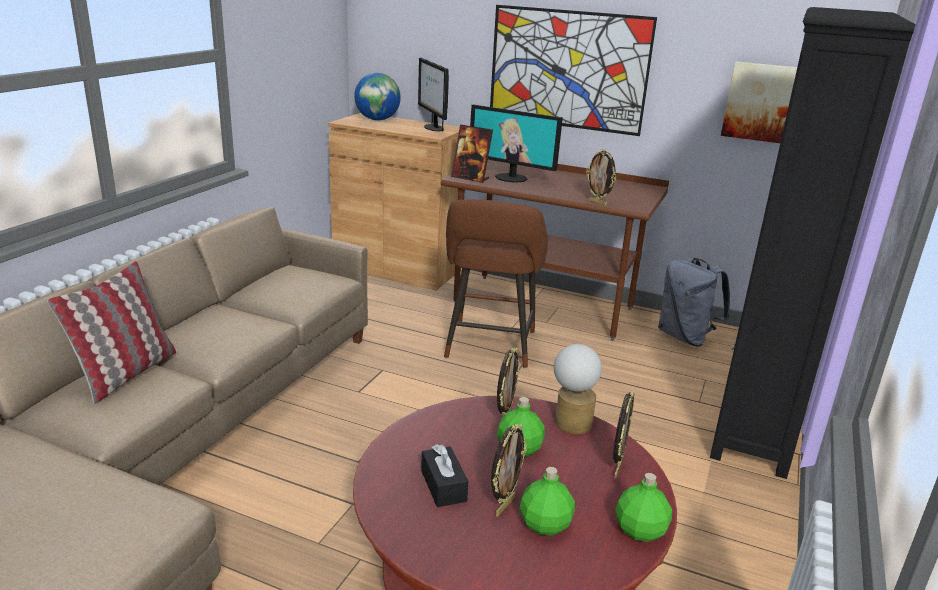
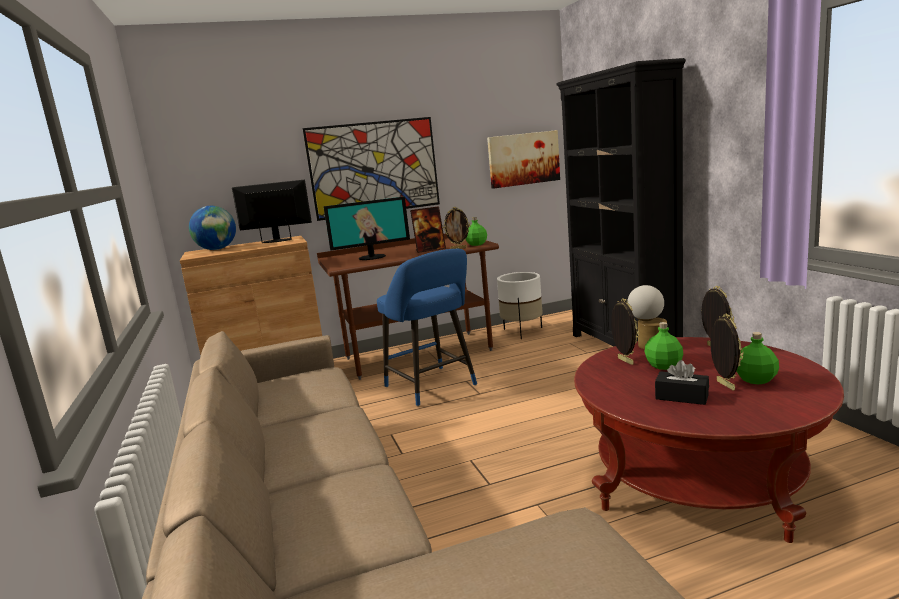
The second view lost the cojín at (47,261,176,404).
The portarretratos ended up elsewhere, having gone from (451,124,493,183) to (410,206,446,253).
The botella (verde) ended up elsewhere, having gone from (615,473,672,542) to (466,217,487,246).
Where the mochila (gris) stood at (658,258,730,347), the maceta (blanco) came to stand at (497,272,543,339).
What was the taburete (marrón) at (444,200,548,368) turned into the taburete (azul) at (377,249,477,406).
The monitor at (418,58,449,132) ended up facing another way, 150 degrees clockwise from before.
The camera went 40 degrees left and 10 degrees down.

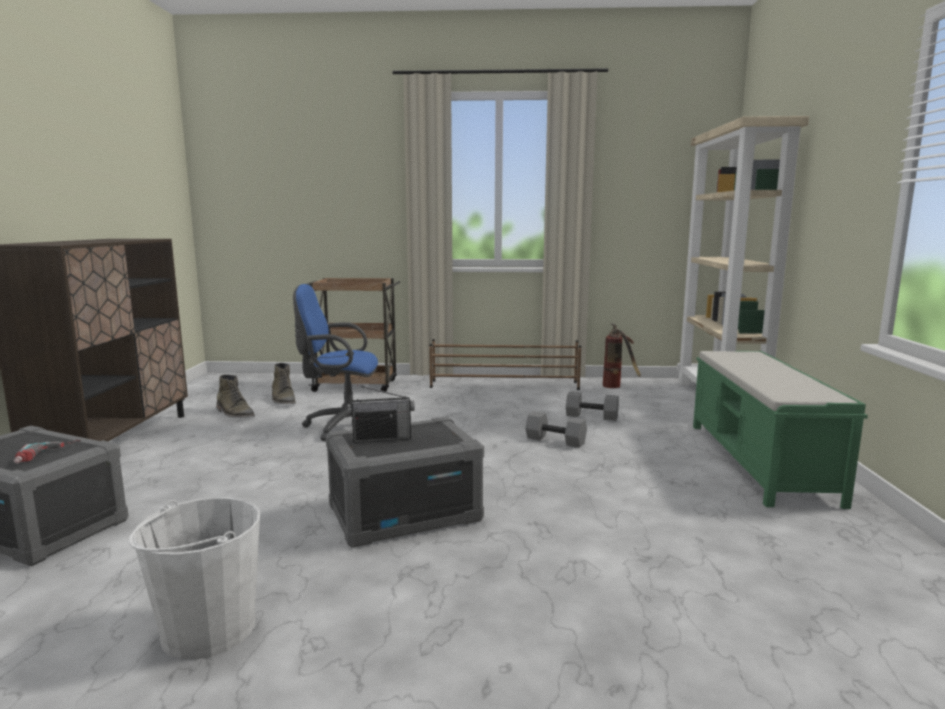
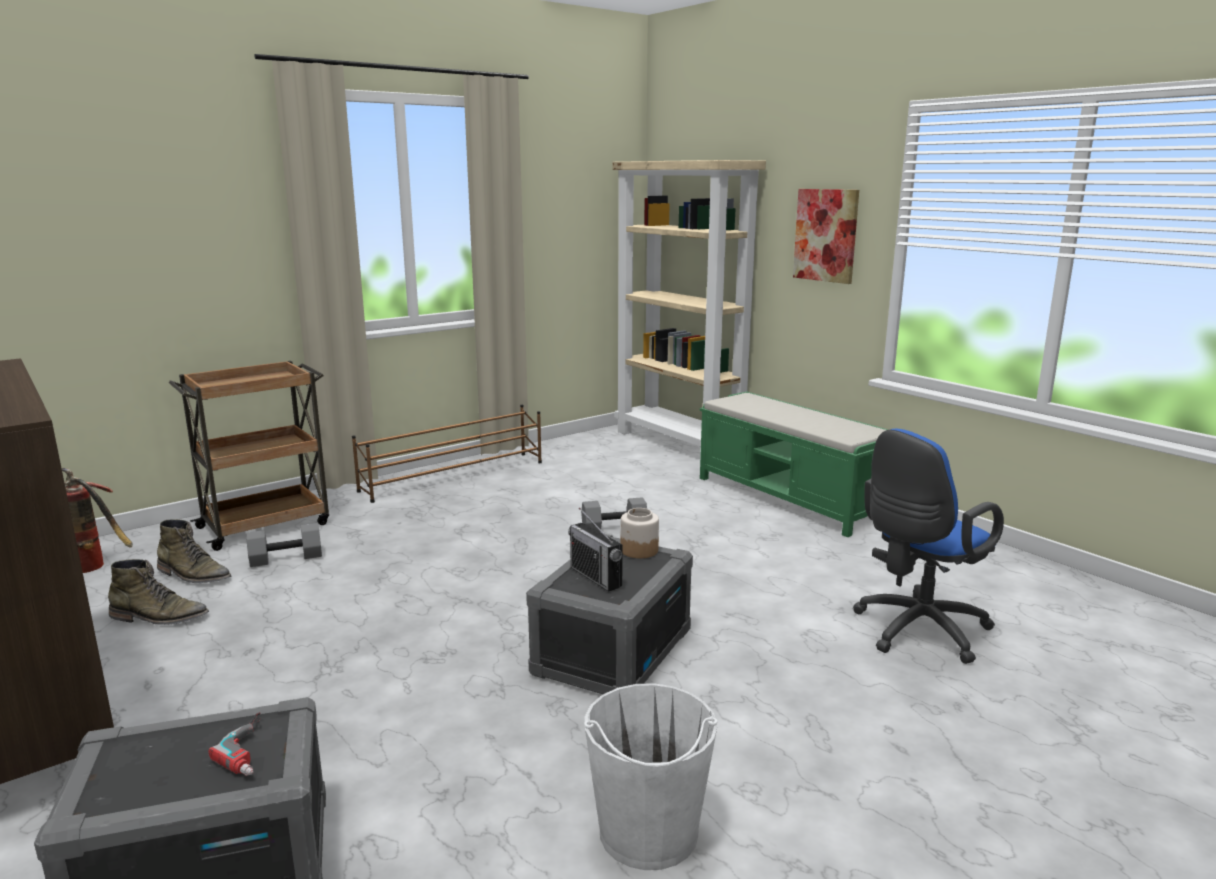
The second view gained the tarro at (621,508,659,558).
The second view gained the cuadro at (793,189,859,284).
The silla de oficina (azul) ended up elsewhere, having gone from (293,284,378,441) to (853,429,1004,664).
The mancuerna (gris) ended up elsewhere, having gone from (566,391,619,421) to (246,523,322,567).
The extintor ended up elsewhere, having gone from (603,323,641,388) to (62,468,133,573).
The radio at (347,385,415,443) ended up facing another way, 105 degrees clockwise from before.
The camera went 40 degrees left and 5 degrees up.

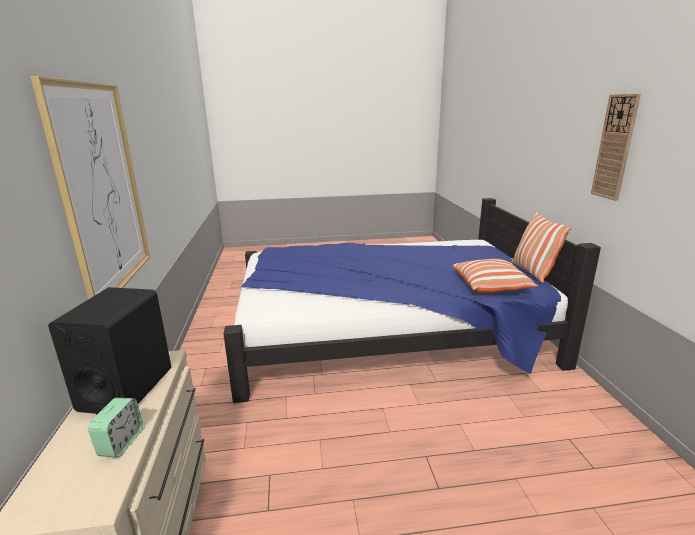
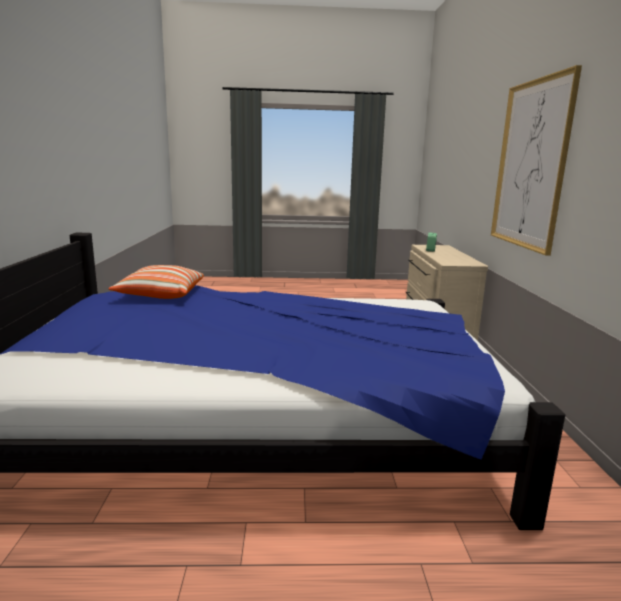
The second view lost the altavoz (negro) at (48,287,171,415).
The second view lost the cojín at (512,211,571,283).
The second view lost the reloj de pared at (591,94,641,201).
The camera went 175 degrees left and 5 degrees down.

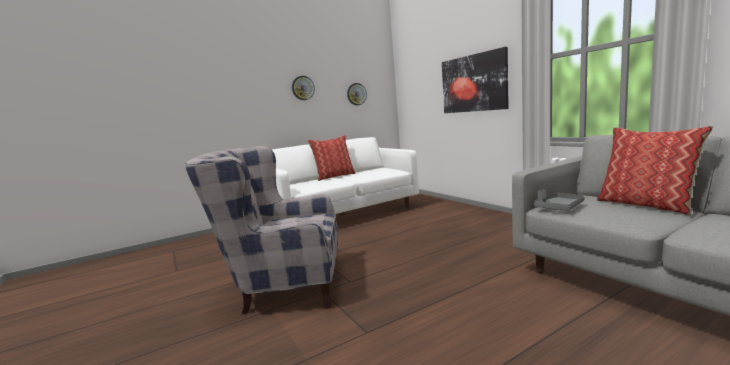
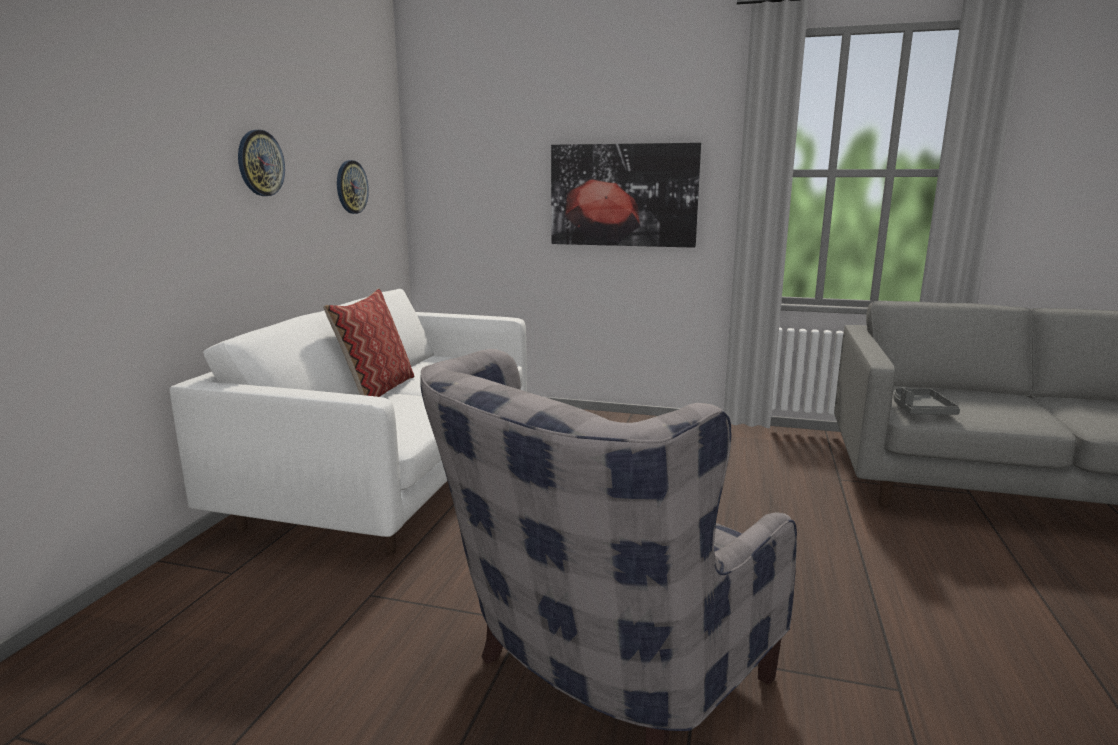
The second view lost the cojín at (597,126,714,216).
The camera went 45 degrees left and 5 degrees up.

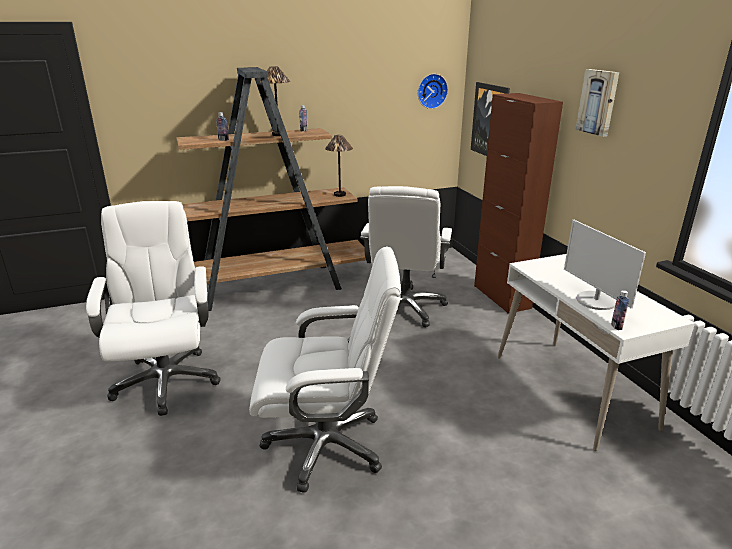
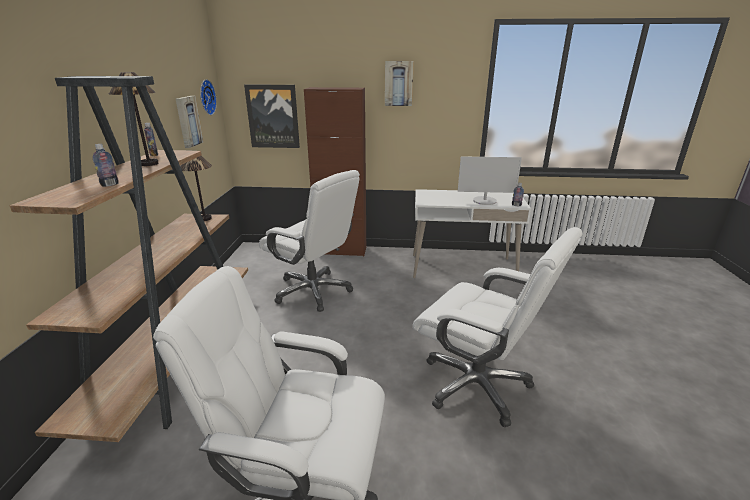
The second view gained the cuadro at (176,96,204,148).
The silla de oficina (blanco) at (249,247,401,493) ended up facing another way, 105 degrees clockwise from before.
The camera went 65 degrees left and 0 degrees up.

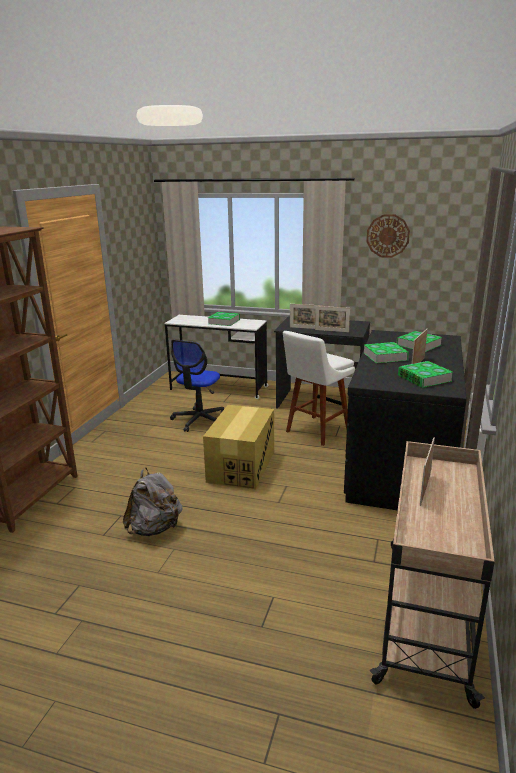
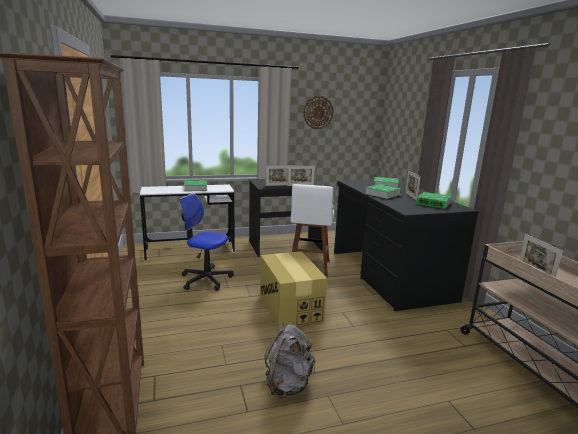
The silla de oficina at (170,340,224,432) ended up facing another way, 120 degrees clockwise from before.
The camera went 35 degrees left and 5 degrees down.

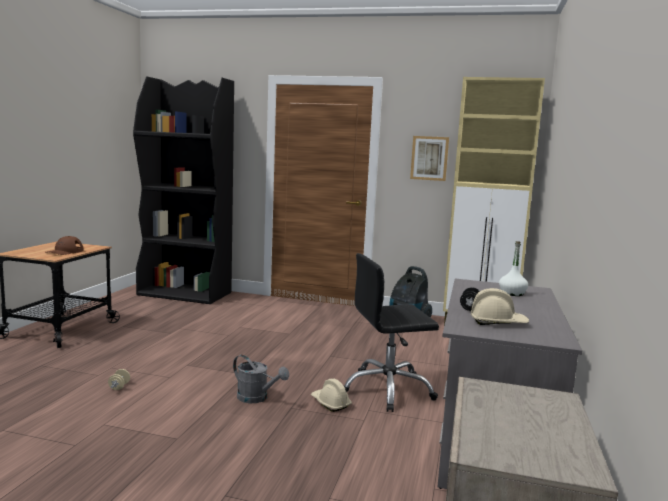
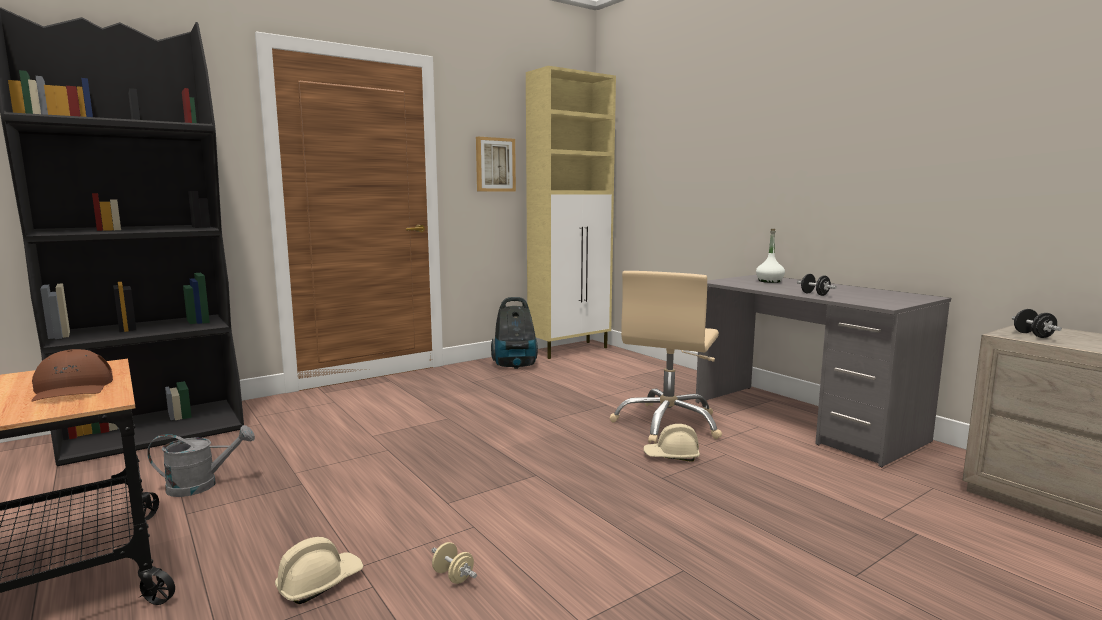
The second view gained the mancuerna (negro) at (1012,309,1062,338).
The regadera (gris) ended up elsewhere, having gone from (233,355,289,403) to (147,425,255,497).
The casco (beis) ended up elsewhere, having gone from (471,288,529,325) to (275,537,363,604).
What was the silla de oficina (negro) at (344,253,439,412) turned into the silla de oficina (beis) at (610,271,722,444).
The camera went 50 degrees left and 0 degrees up.

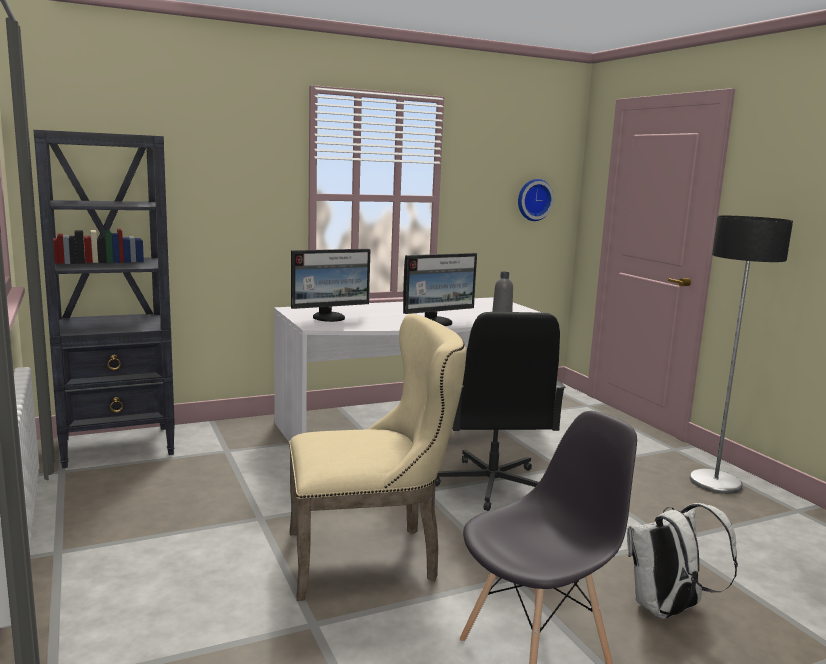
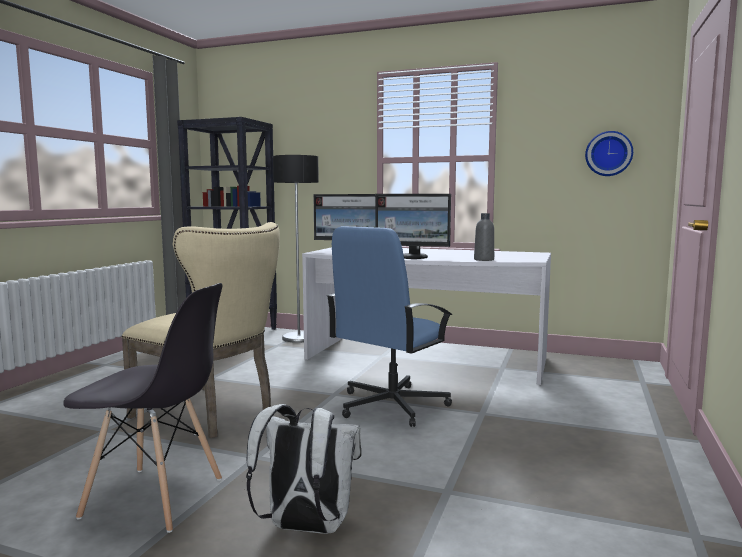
The lámpara de pie ended up elsewhere, having gone from (689,216,793,494) to (273,155,319,343).
What was the silla de oficina (negro) at (435,312,566,511) turned into the silla de oficina (azul) at (326,226,452,427).
The camera went 45 degrees right and 5 degrees down.

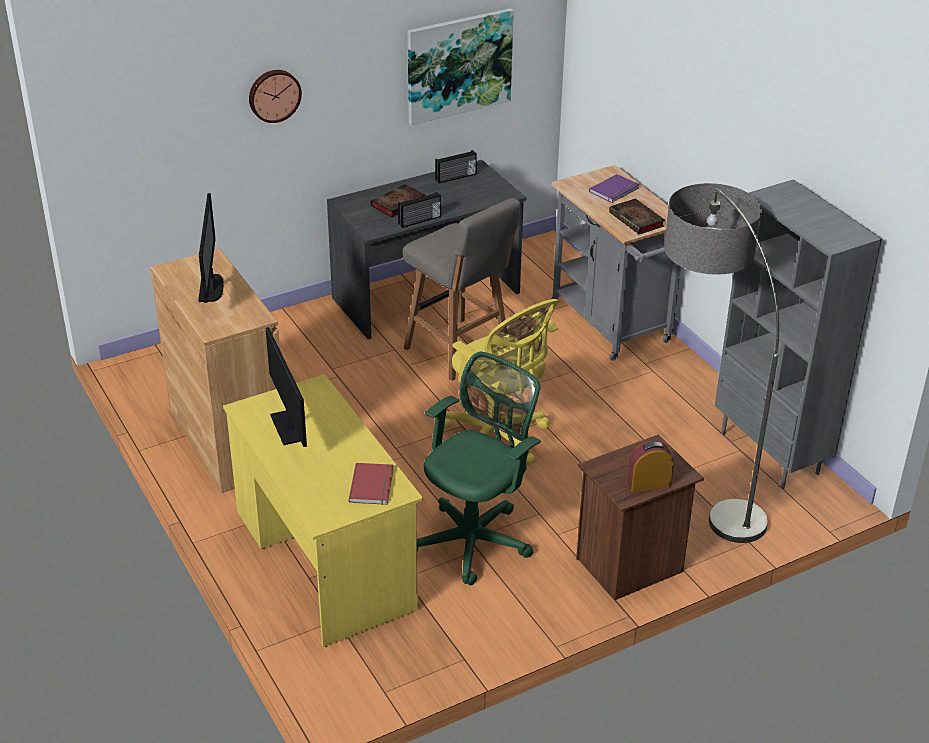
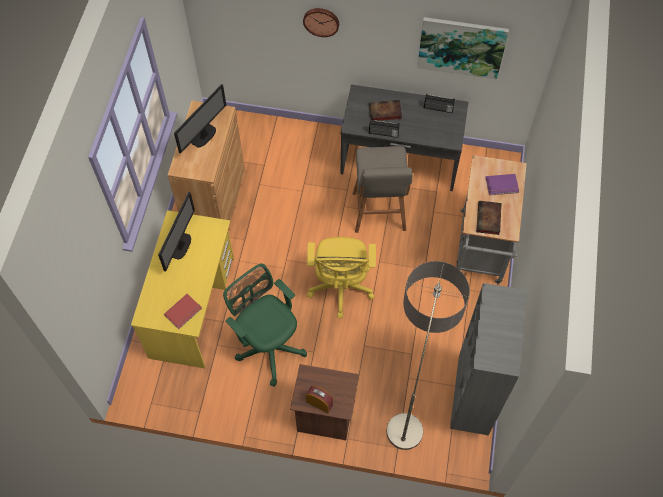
The silla de oficina (verde) at (417,352,541,585) ended up facing another way, 120 degrees counterclockwise from before.
The camera went 40 degrees right and 25 degrees up.

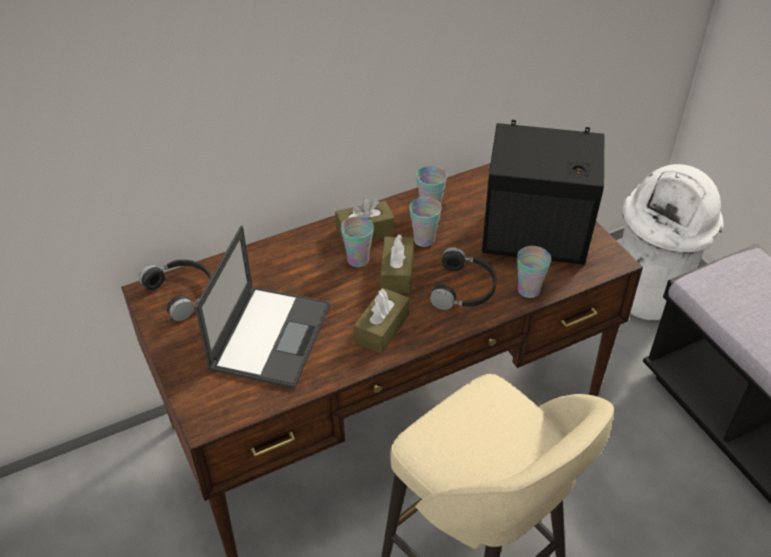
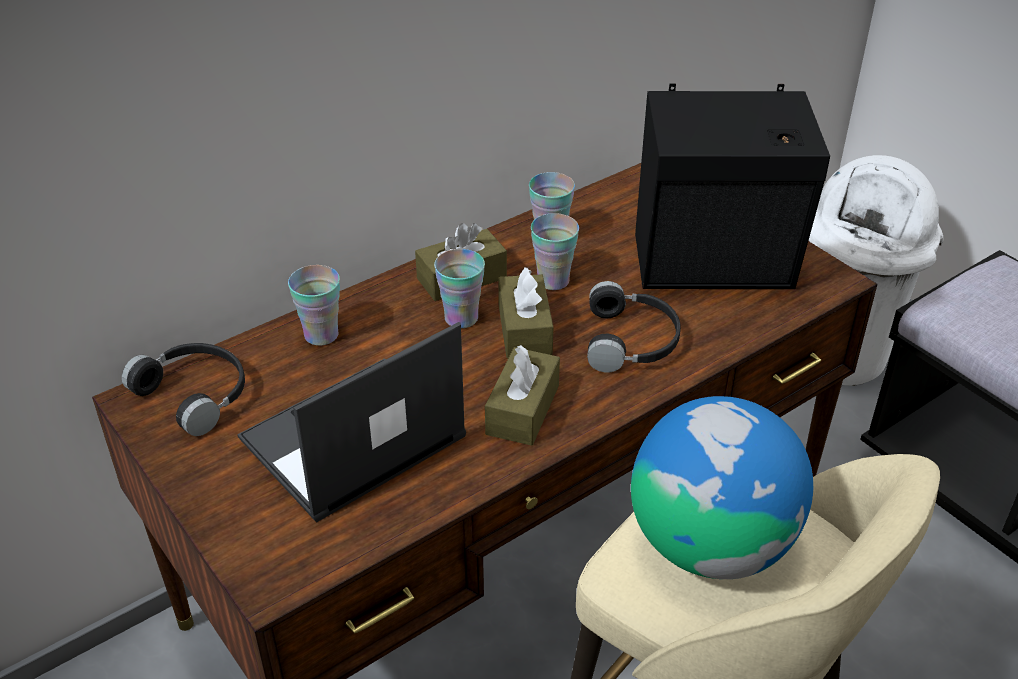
The second view gained the globo terráqueo at (631,396,813,579).
The taza ended up elsewhere, having gone from (517,246,551,298) to (288,265,340,346).
The portátil at (195,226,330,388) ended up facing another way, 135 degrees counterclockwise from before.
The camera went 10 degrees left and 5 degrees down.

